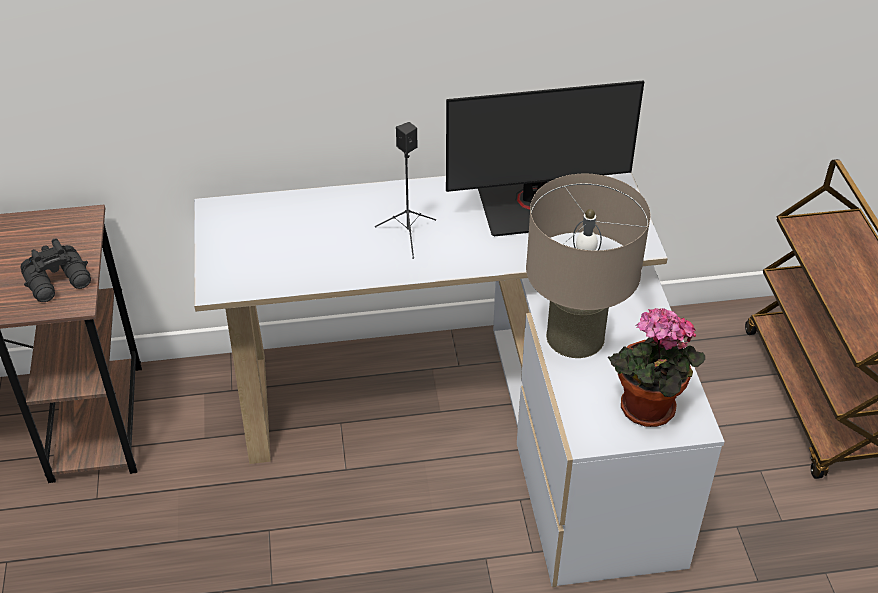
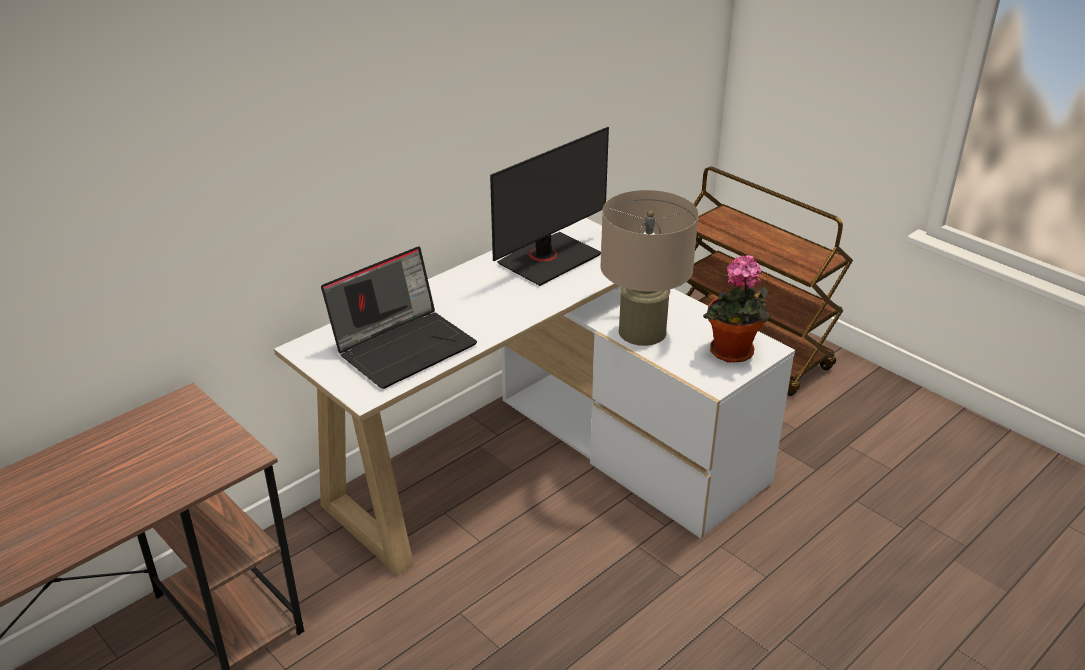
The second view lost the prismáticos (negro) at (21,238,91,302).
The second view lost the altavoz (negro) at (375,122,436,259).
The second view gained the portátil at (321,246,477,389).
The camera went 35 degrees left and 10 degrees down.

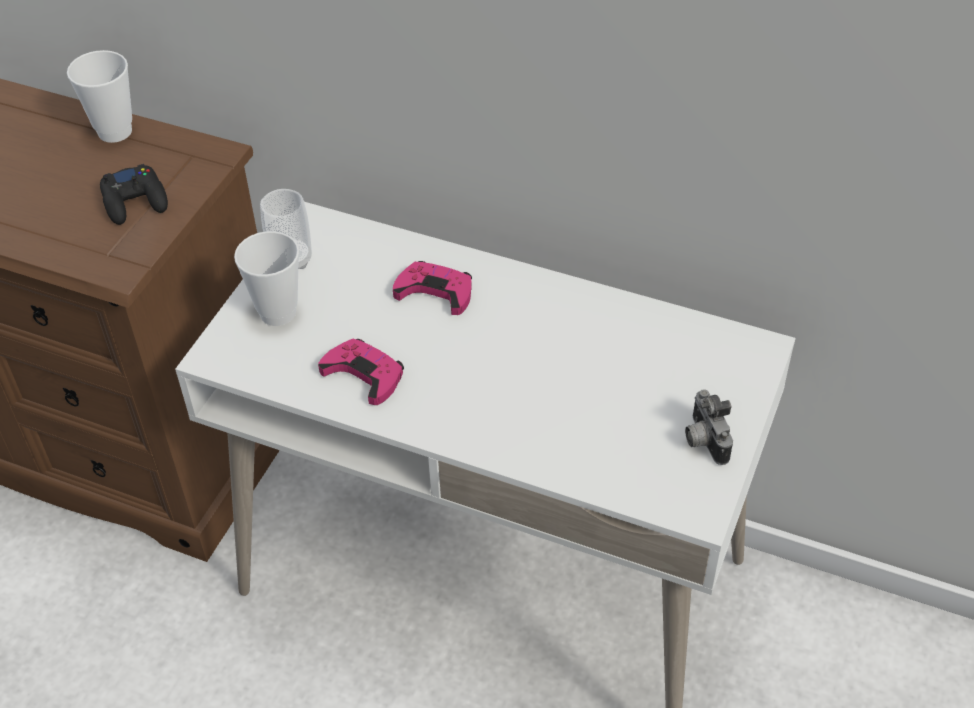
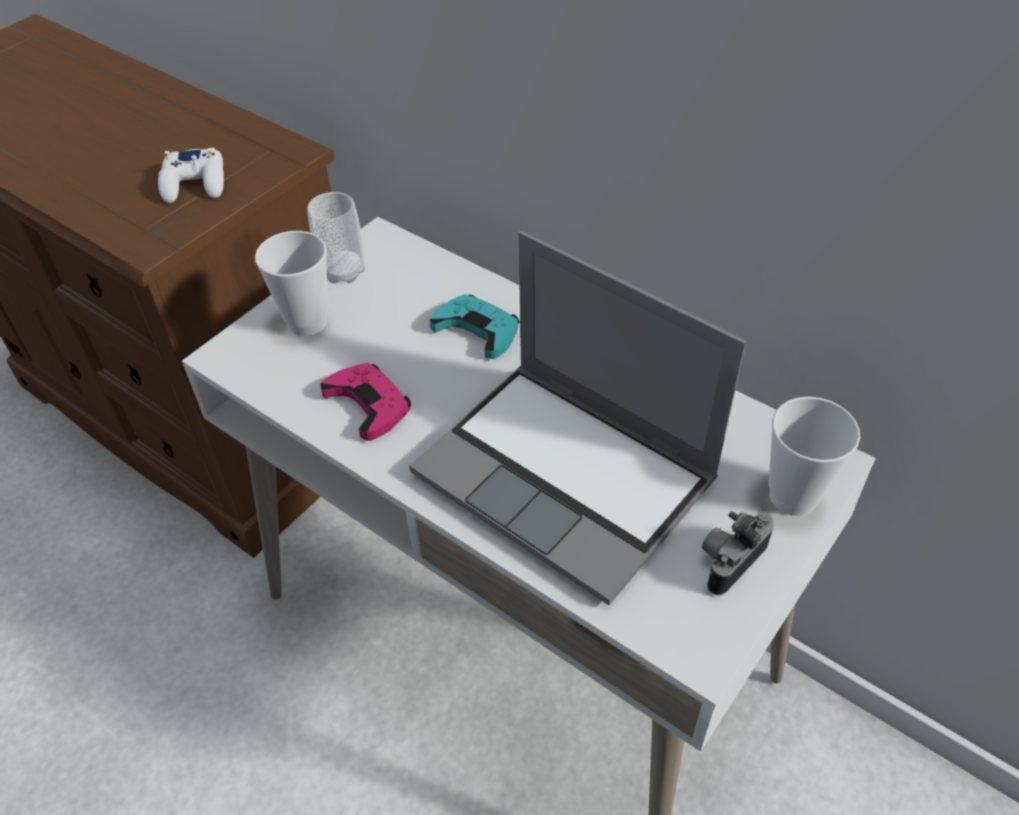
The second view gained the portátil at (409,231,746,605).
The taza ended up elsewhere, having gone from (67,50,132,143) to (769,396,860,516).
What was the mando de consola (negro) at (100,164,168,225) turned into the mando de consola (blanco) at (158,148,224,203).
What was the mando de consola (rosa) at (393,261,472,315) turned into the mando de consola (turquesa) at (430,294,519,359).
The cámara at (685,389,733,465) ended up facing another way, 45 degrees clockwise from before.
The camera went 15 degrees right and 0 degrees up.

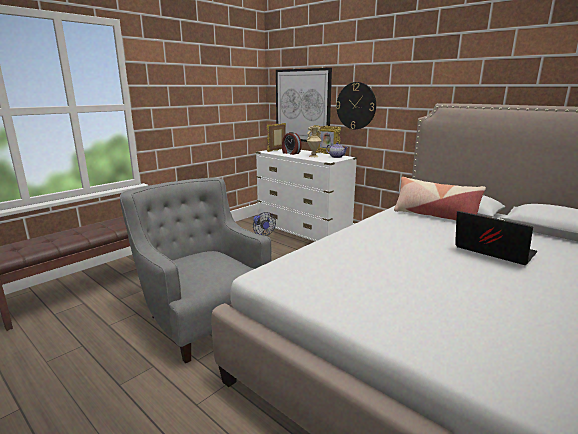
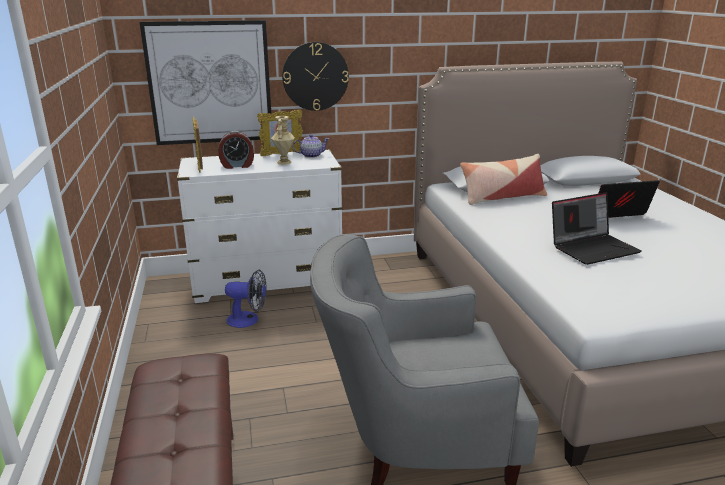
The second view gained the portátil at (552,192,641,265).
The camera went 55 degrees left and 5 degrees up.

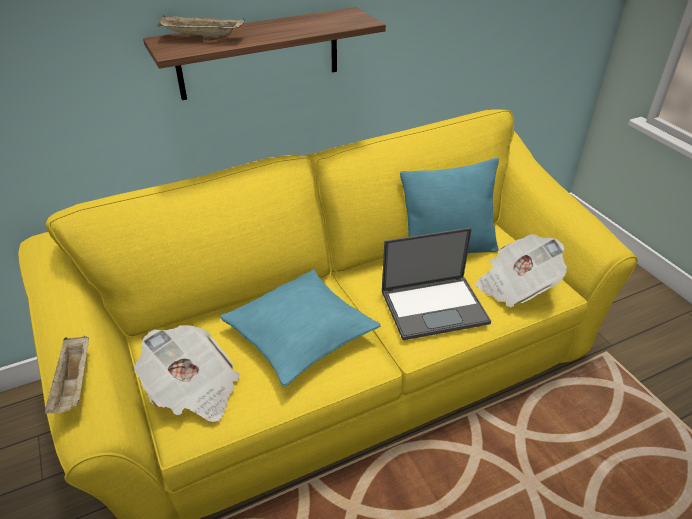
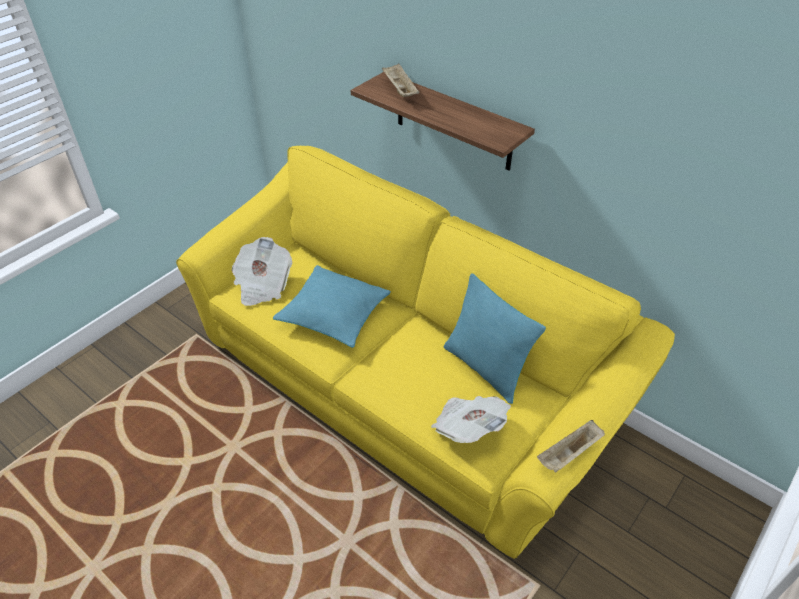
The second view lost the portátil at (382,228,491,340).
The bandeja (beis) ended up elsewhere, having gone from (45,336,89,414) to (537,420,605,473).
The camera went 65 degrees right and 5 degrees up.

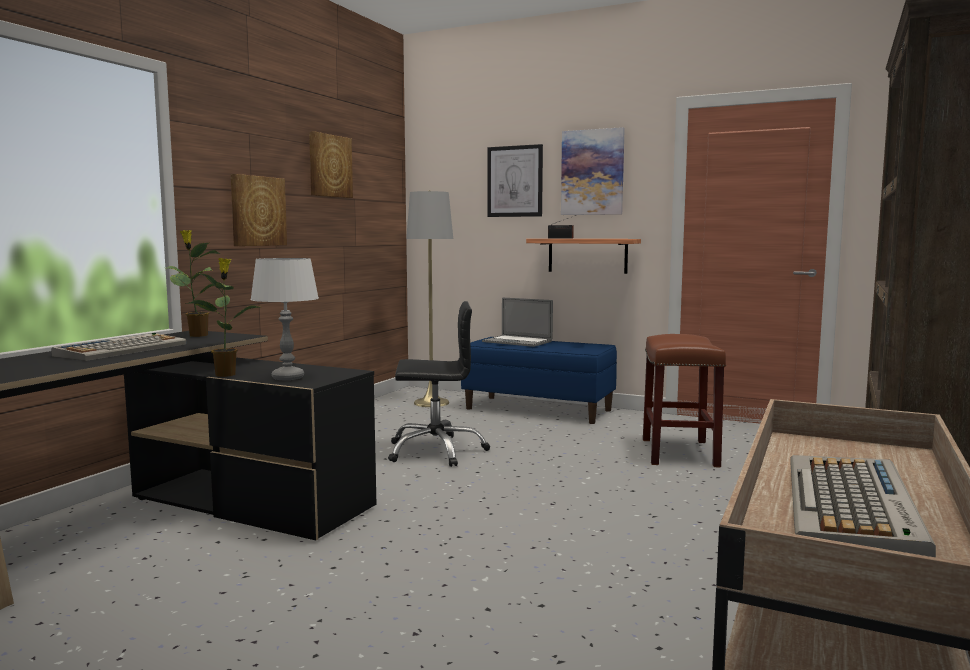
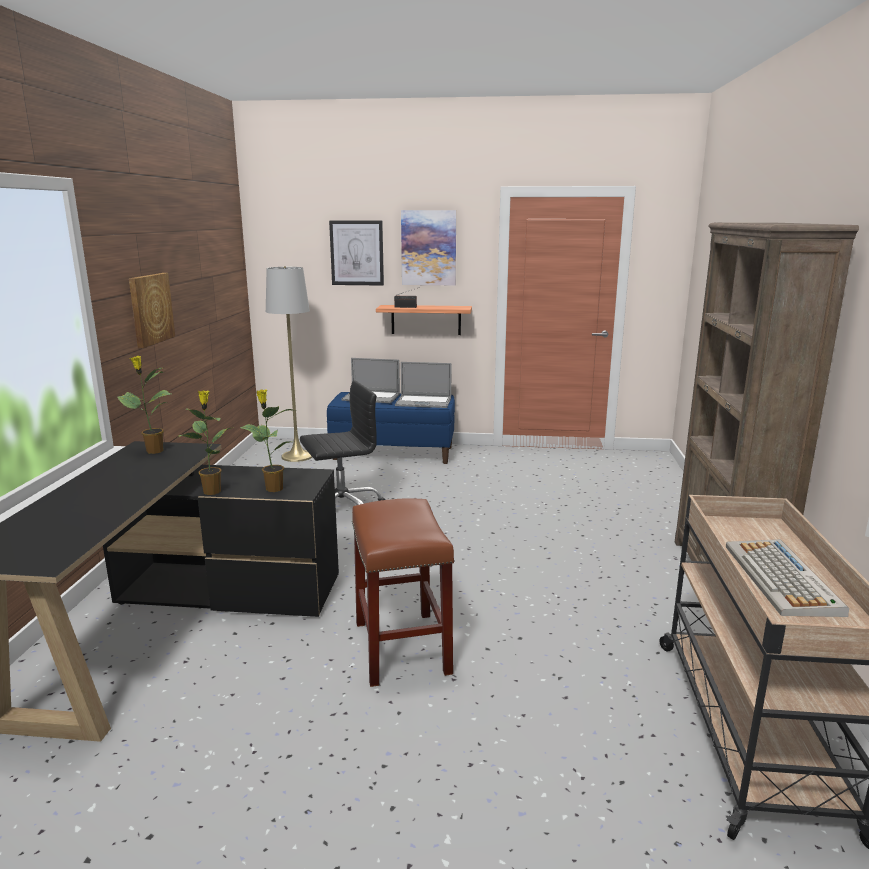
The second view lost the teclado at (51,333,186,361).
The second view lost the cuadro at (309,131,353,198).
The second view gained the portátil at (395,362,451,408).
The taburete (marrón) ended up elsewhere, having gone from (643,334,726,467) to (352,498,454,687).
Where the lámpara de mesa (blanco) stood at (250,258,319,380), the planta en maceta came to stand at (240,389,296,492).
The camera went 20 degrees left and 10 degrees up.

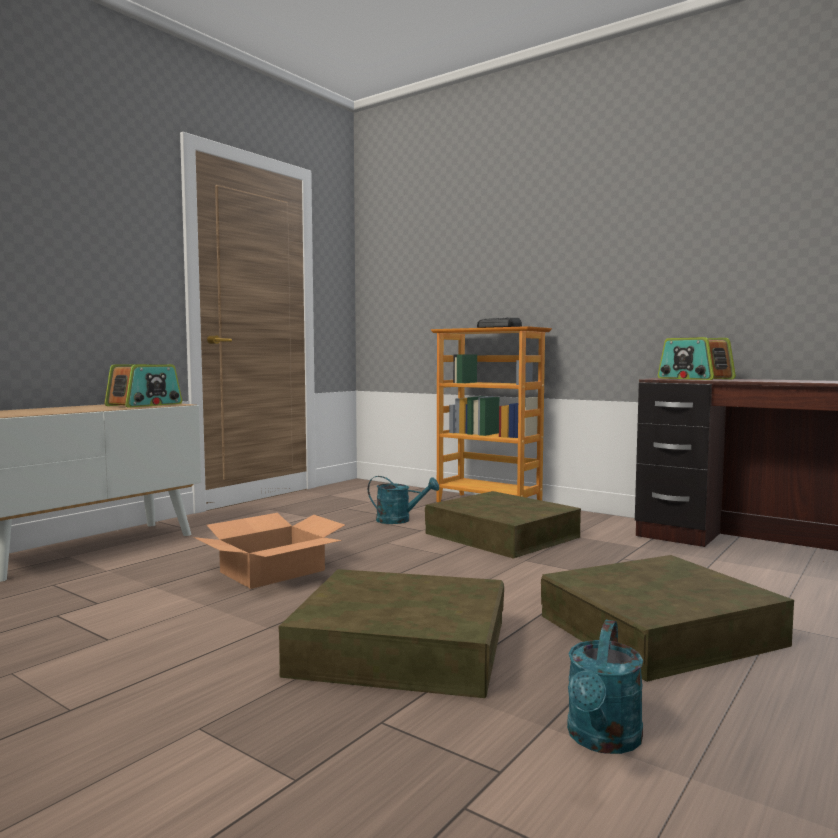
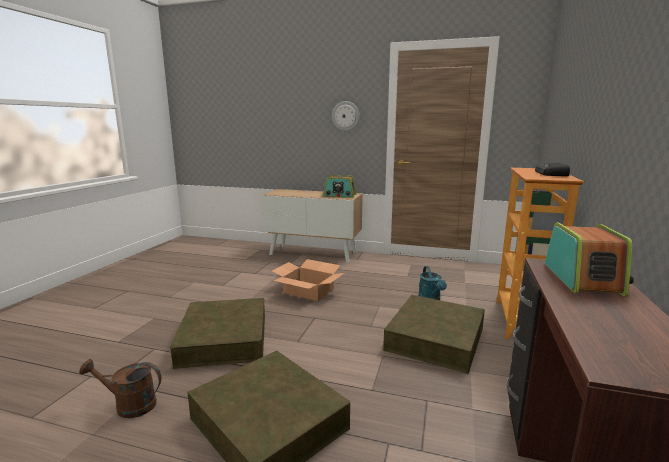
The second view gained the reloj de pared at (332,101,360,131).
What was the regadera (turquesa) at (567,620,643,754) turned into the regadera (marrón) at (79,359,161,418).
The radio at (658,337,736,380) ended up facing another way, 150 degrees clockwise from before.
The camera went 70 degrees right and 10 degrees up.

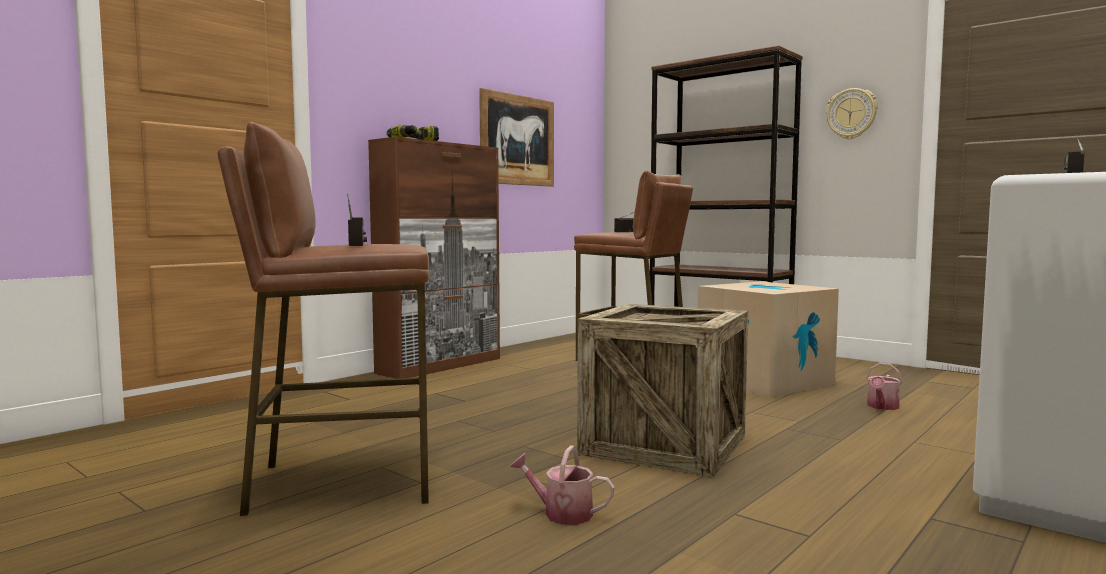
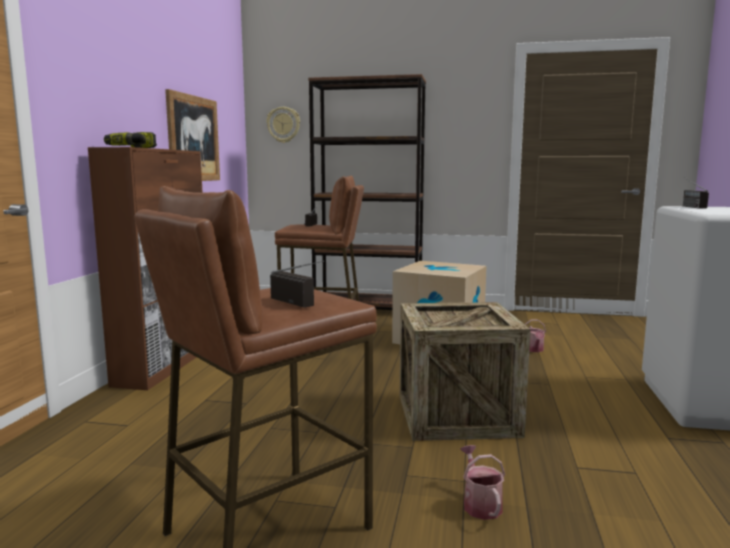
The reloj de pared ended up elsewhere, having gone from (826,88,878,139) to (266,107,300,143).
The regadera at (510,445,615,525) ended up facing another way, 90 degrees clockwise from before.
The camera went 30 degrees left and 5 degrees up.

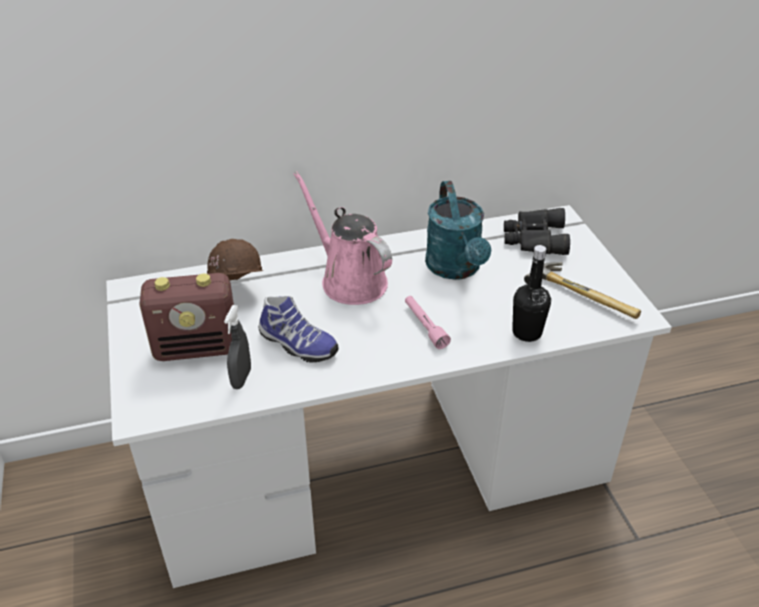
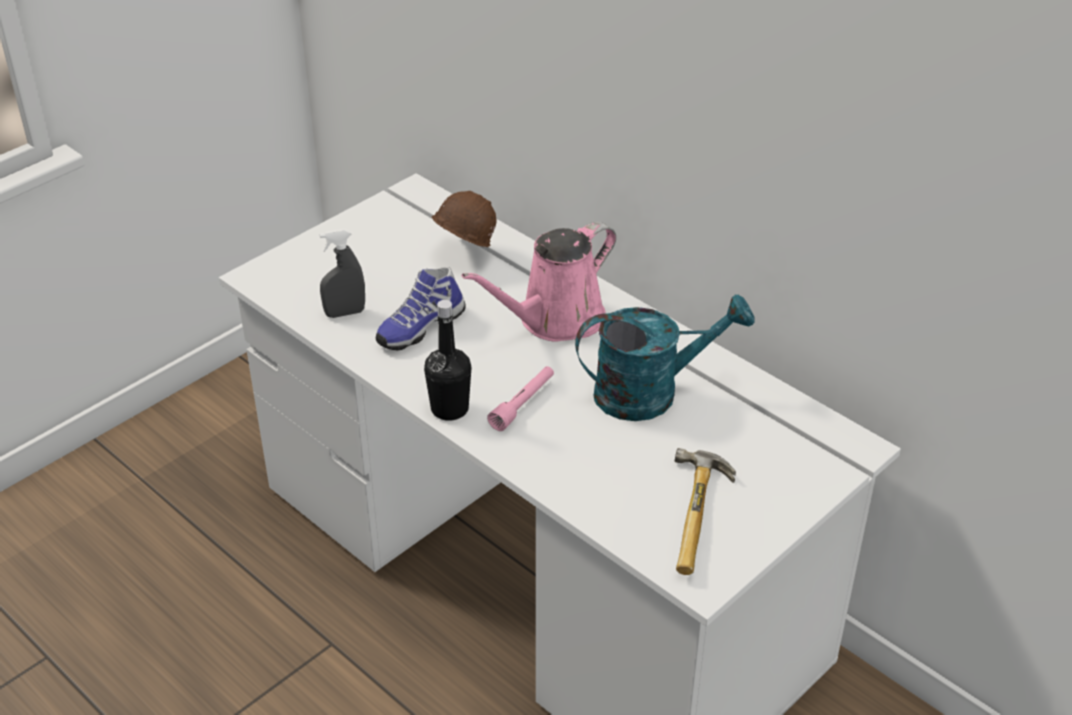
The second view lost the radio at (139,273,234,361).
The second view lost the prismáticos (negro) at (504,208,570,255).
The botella (negro) ended up elsewhere, having gone from (512,245,551,342) to (424,300,471,421).
The zapato at (259,296,339,363) ended up facing another way, 45 degrees clockwise from before.
The regadera (rosa) at (294,171,392,305) ended up facing another way, 150 degrees counterclockwise from before.
The regadera (turquesa) at (425,181,491,280) ended up facing another way, 150 degrees counterclockwise from before.
The camera went 60 degrees right and 0 degrees up.

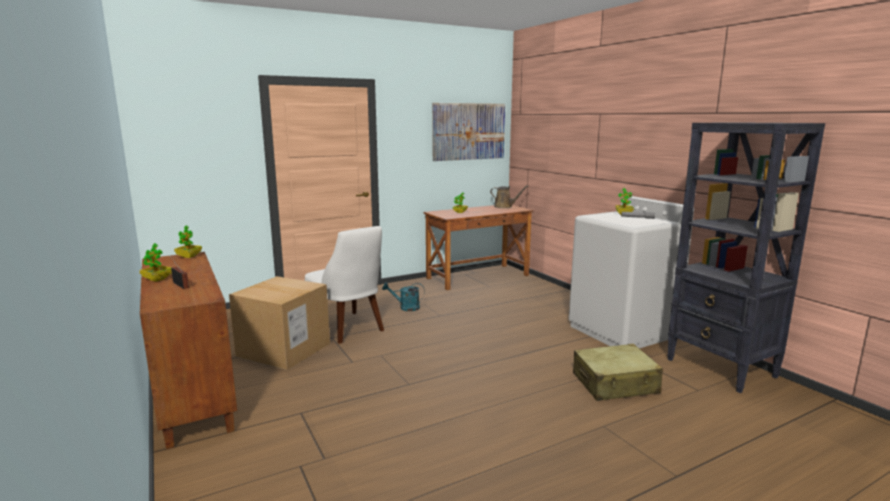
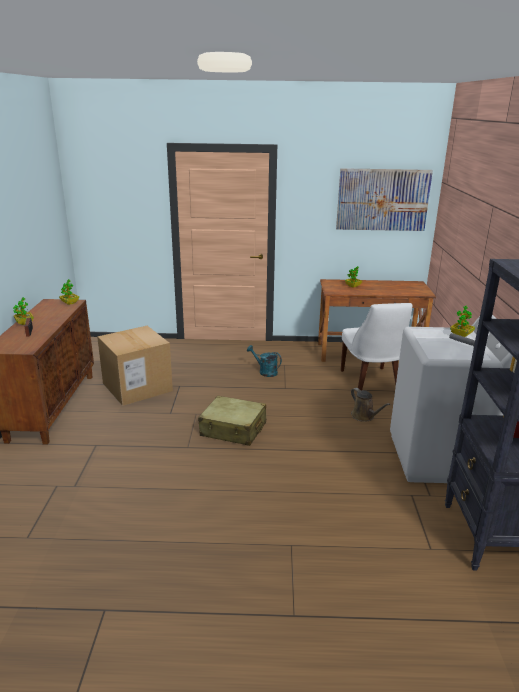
The silla (blanco) ended up elsewhere, having gone from (305,226,384,344) to (341,303,412,390).
The regadera (marrón) ended up elsewhere, having gone from (490,185,528,208) to (351,388,390,422).
The maleta (beis) ended up elsewhere, having gone from (573,344,663,401) to (198,396,266,446).
The camera went 30 degrees right and 10 degrees up.

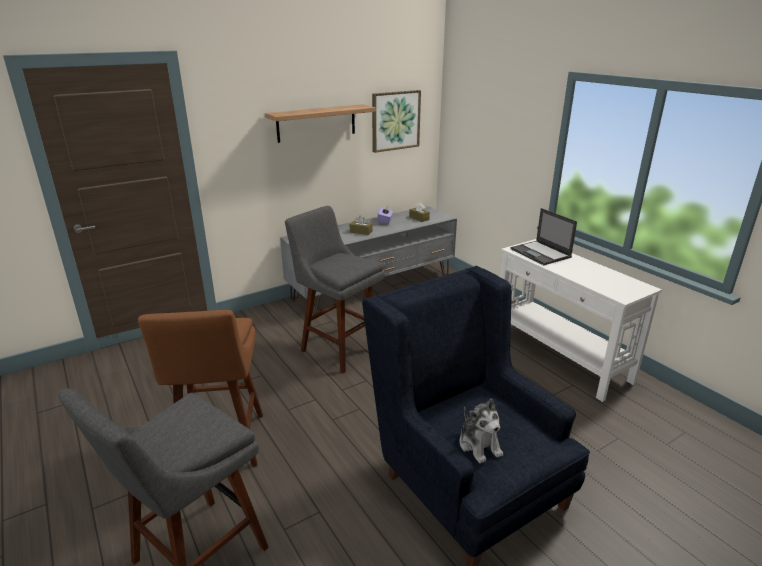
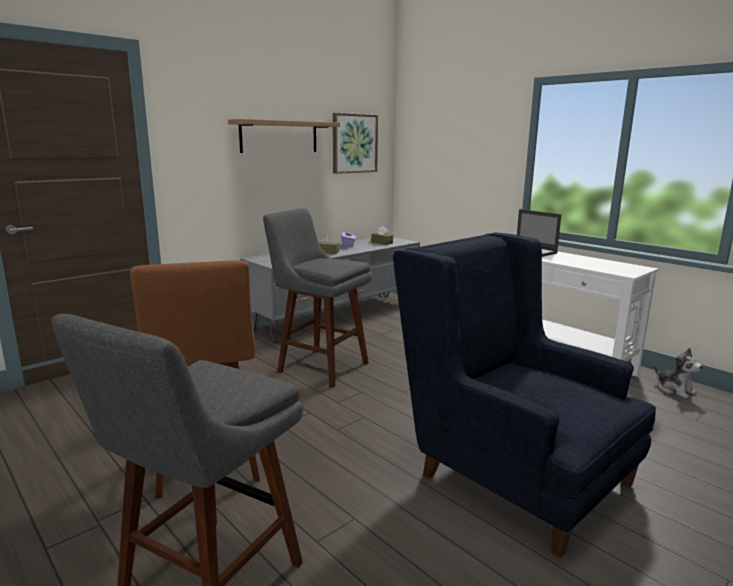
The peluche ended up elsewhere, having gone from (459,398,503,463) to (654,348,702,399).
The camera went 10 degrees left and 10 degrees down.

